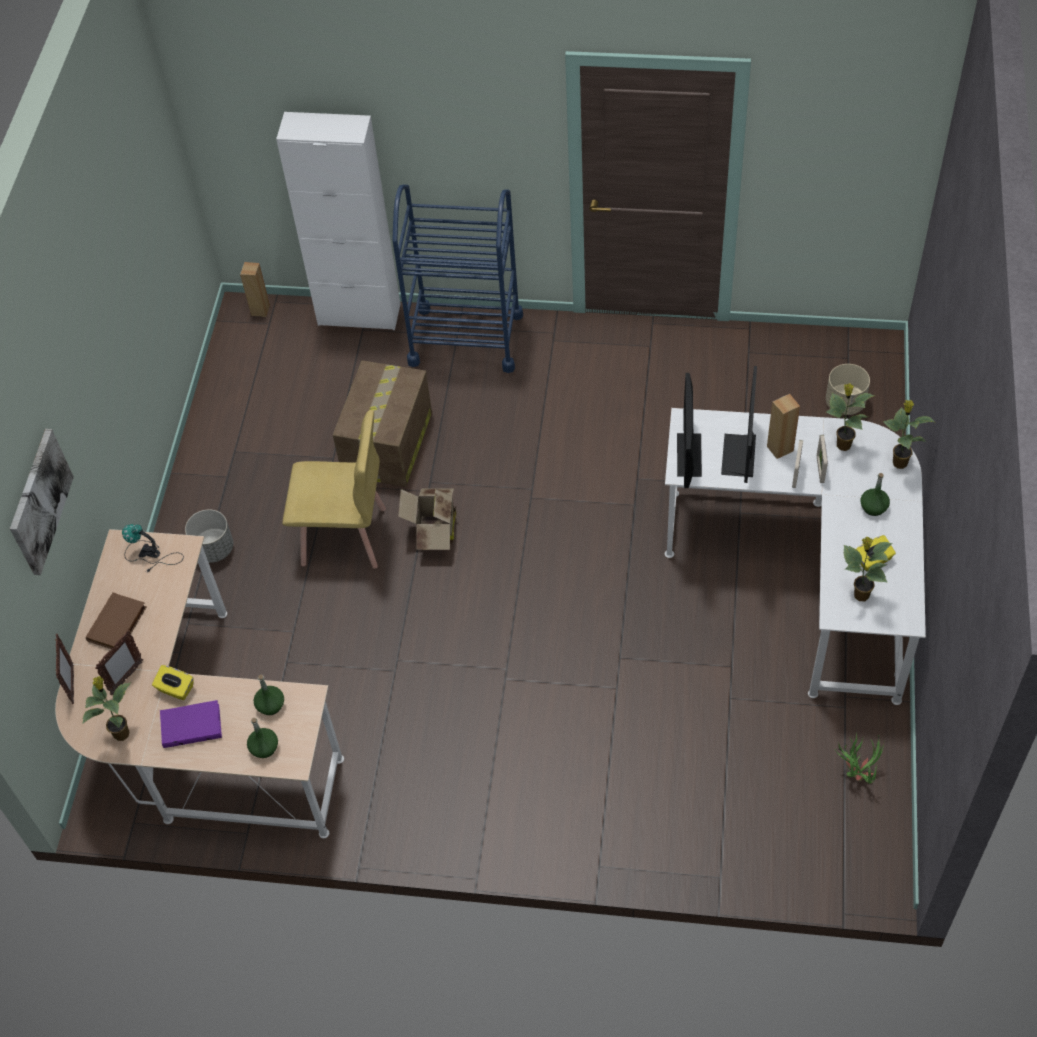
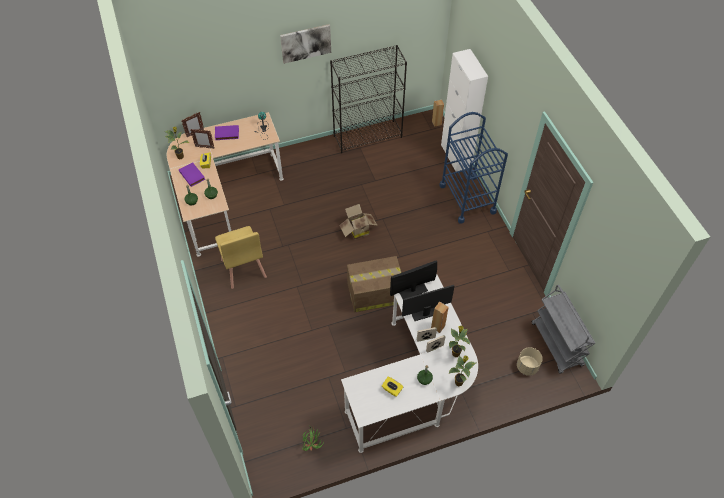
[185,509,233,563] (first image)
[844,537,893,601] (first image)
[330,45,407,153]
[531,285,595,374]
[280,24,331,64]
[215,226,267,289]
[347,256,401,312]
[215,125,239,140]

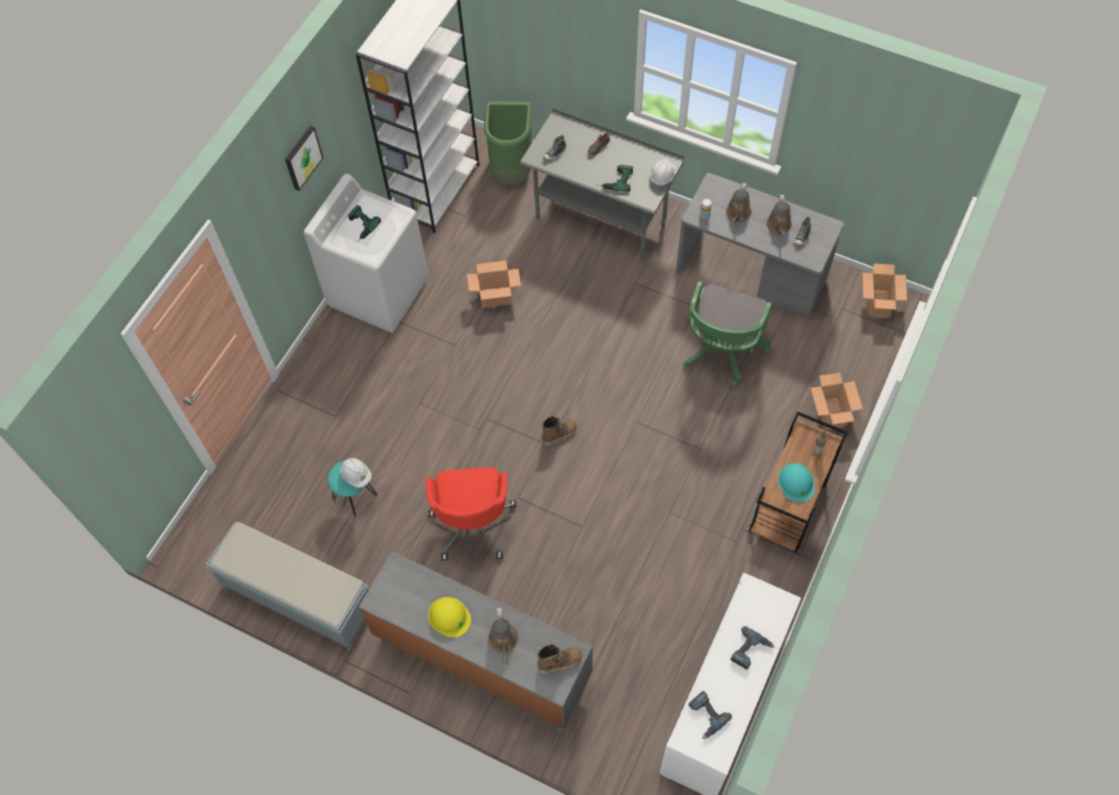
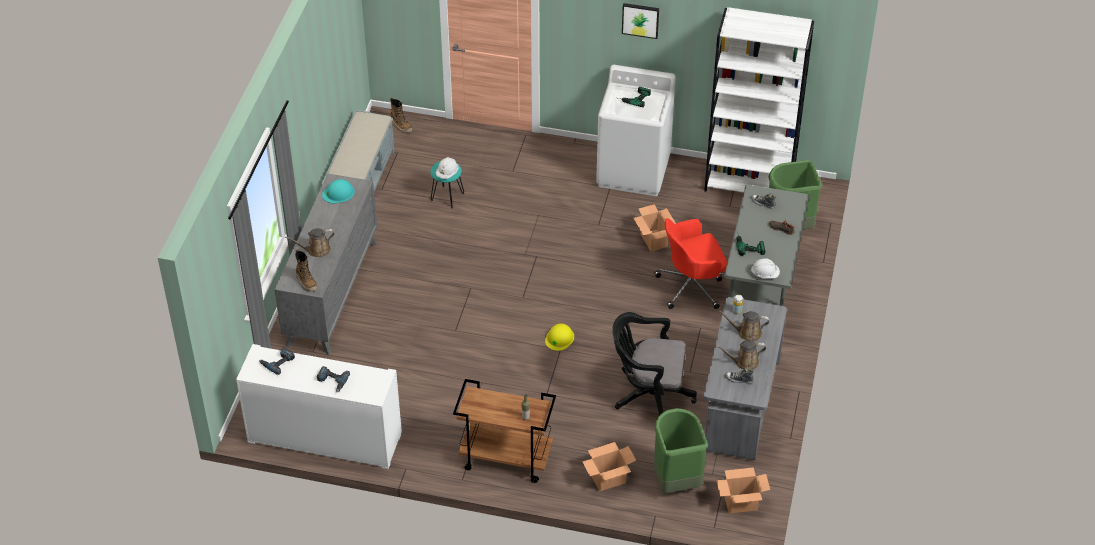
[654,408,708,493]
[654,218,727,309]
[545,324,574,351]
[390,98,412,133]
[322,179,355,203]
[612,312,697,415]

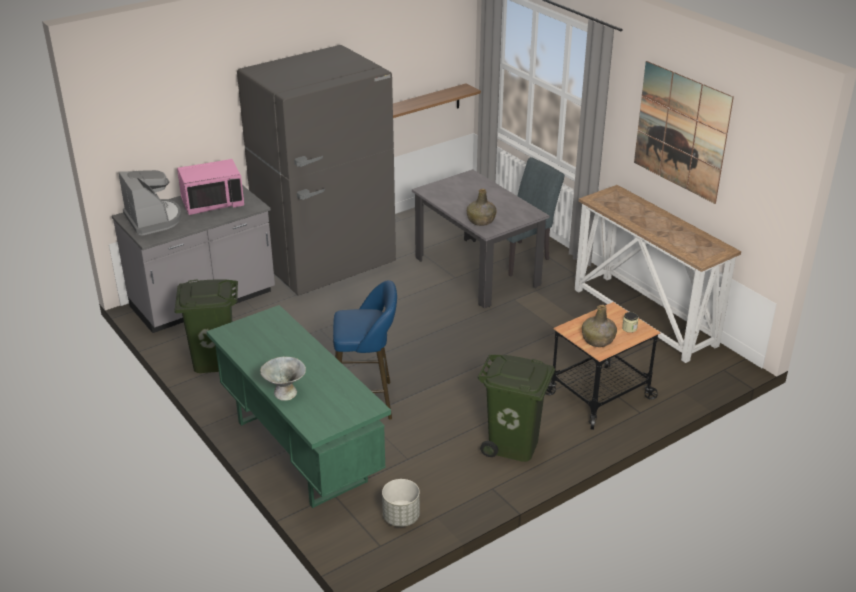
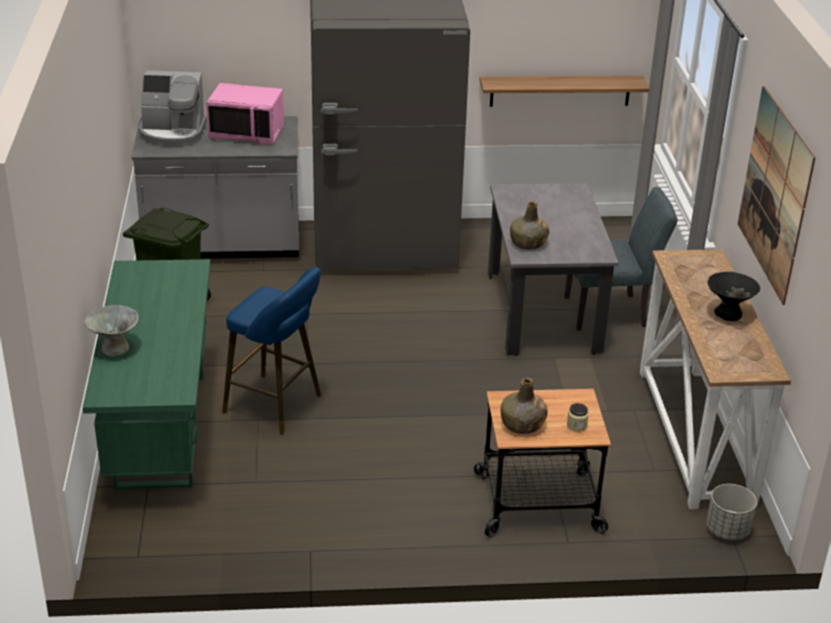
[477,355,555,462] (first image)
[707,272,760,321]
[706,484,757,540]
[139,70,207,146]

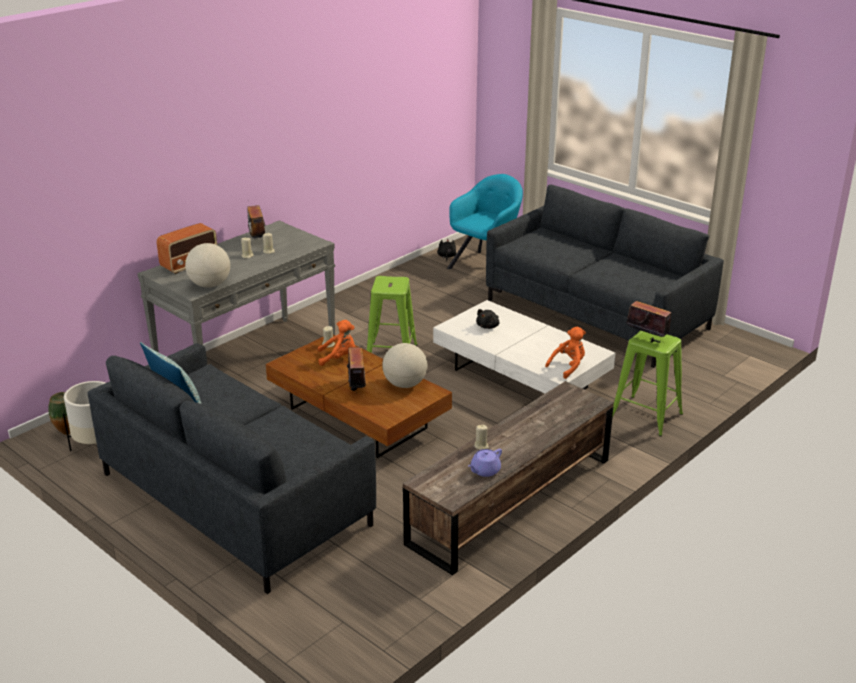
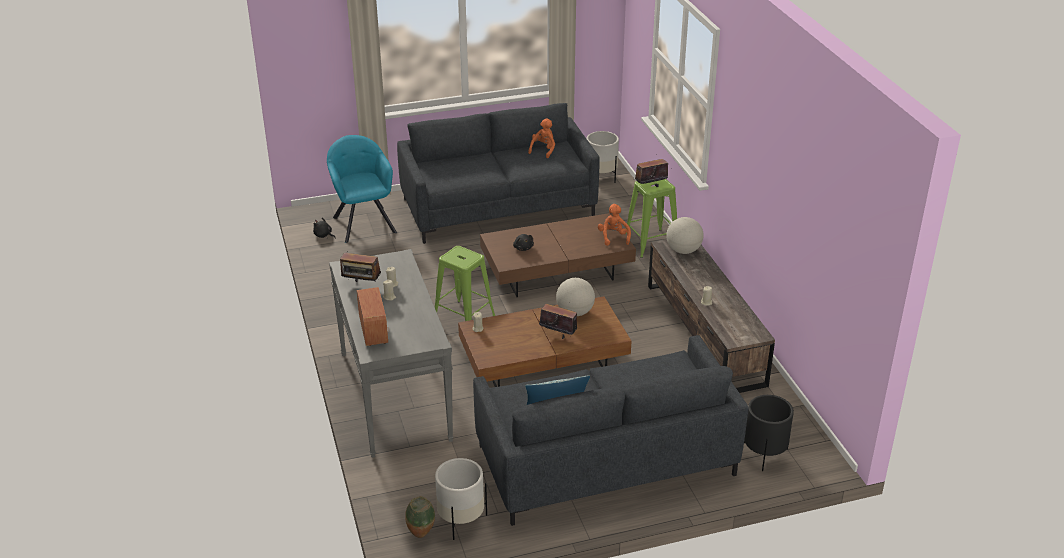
[468,449,502,477] (first image)
[587,131,619,183]
[744,395,794,471]
[666,217,704,254]
[528,118,555,159]
[480,213,636,297]

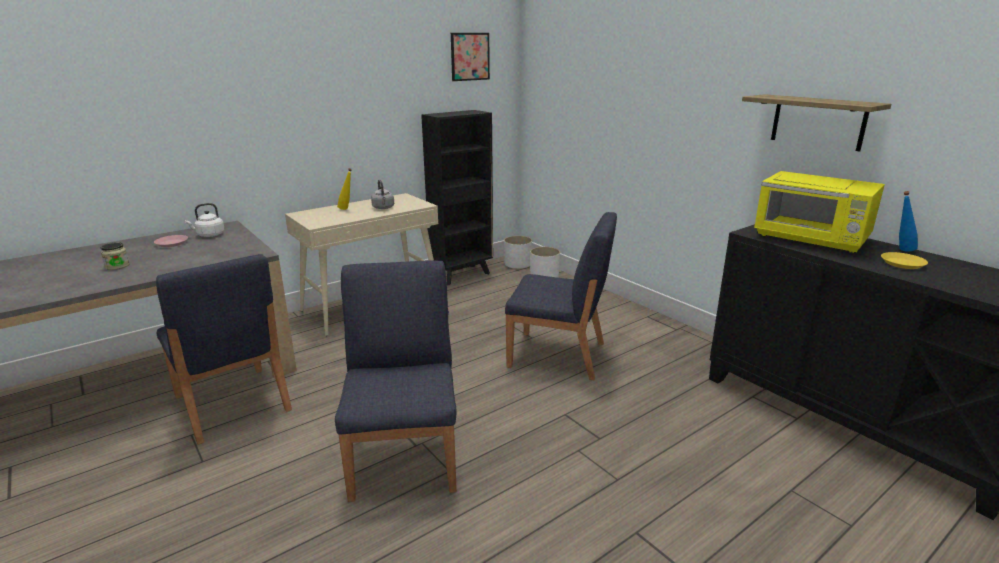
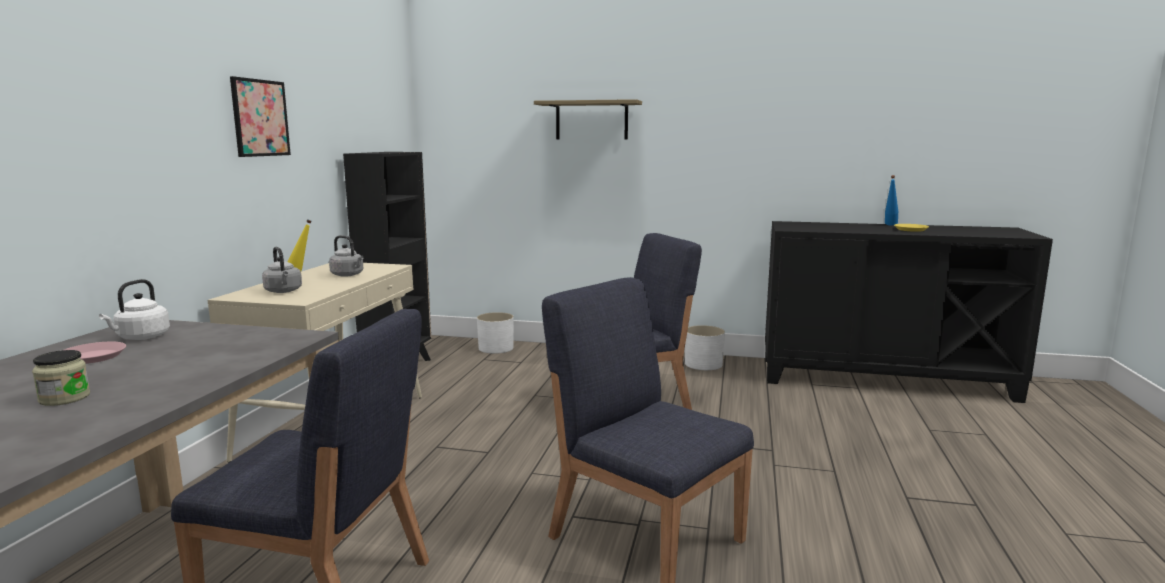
[754,171,885,253] (first image)
[262,247,302,293]
[230,76,291,157]
[685,325,725,370]
[534,99,642,140]

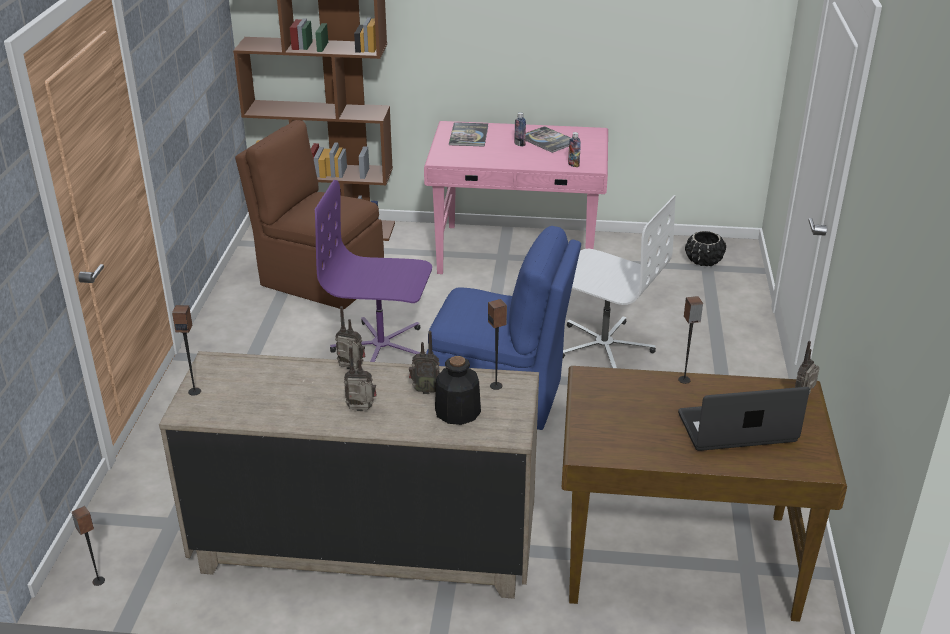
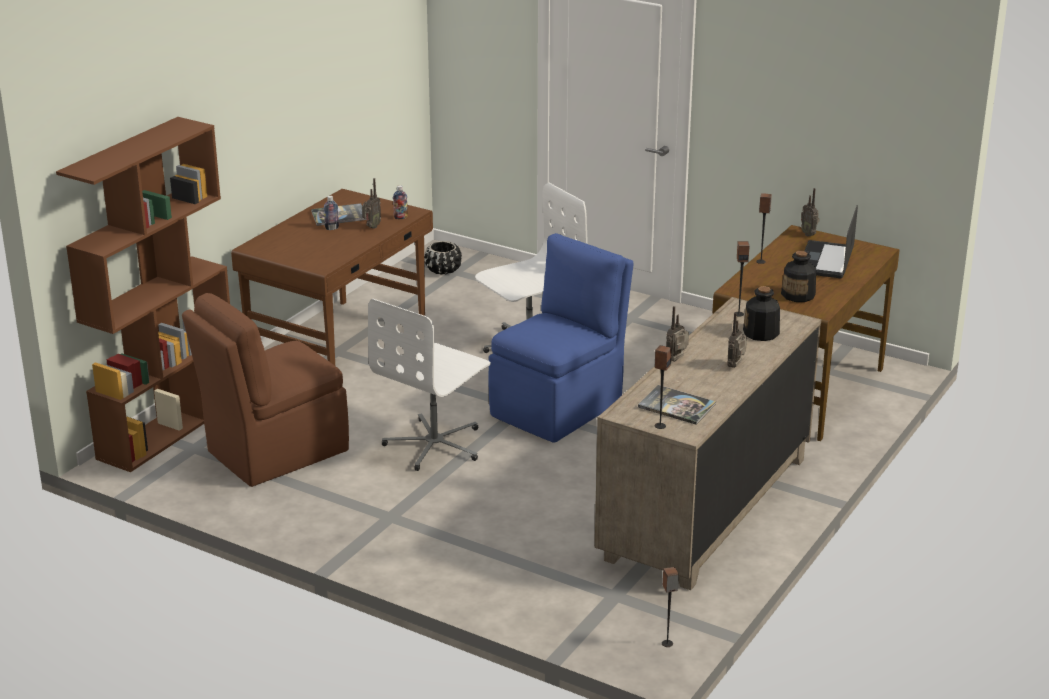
[781,251,816,302]
[362,178,381,229]
[638,385,716,425]
[368,299,491,471]
[231,189,433,365]

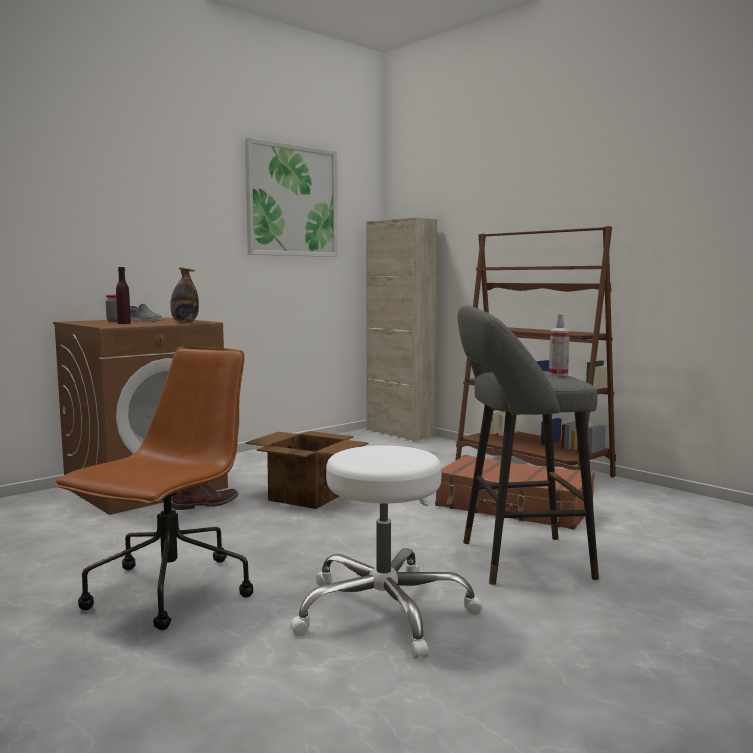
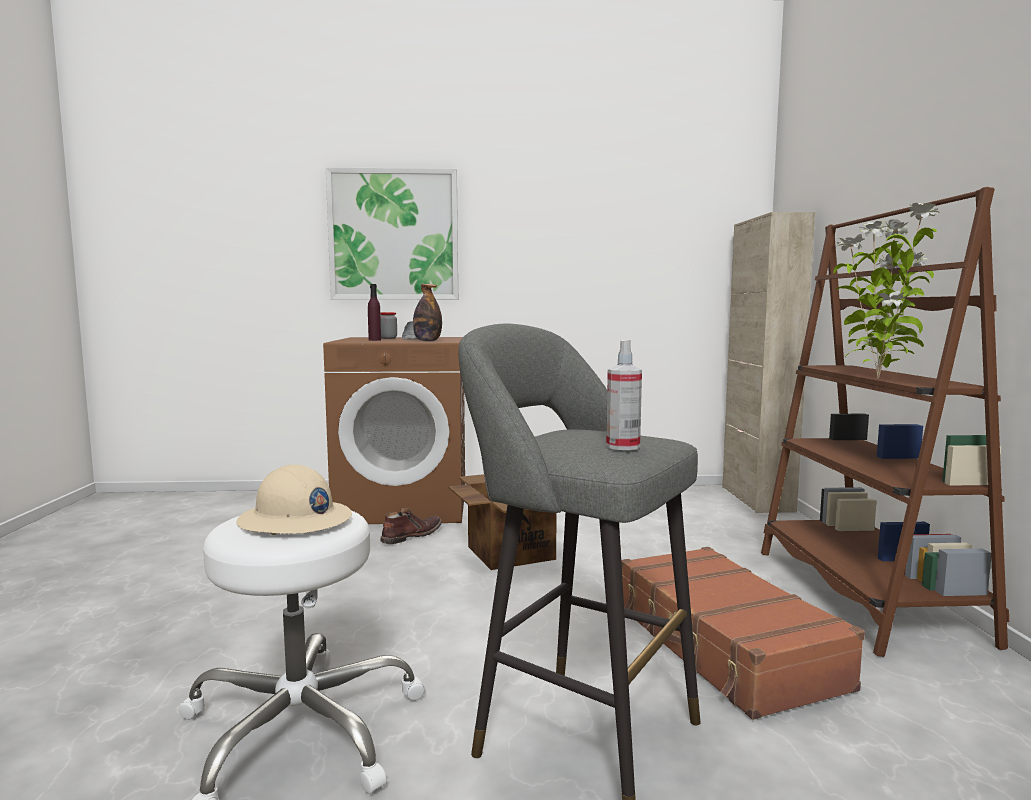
[53,346,253,630] (first image)
[236,465,352,535]
[833,203,940,379]
[326,167,458,300]
[380,508,442,544]

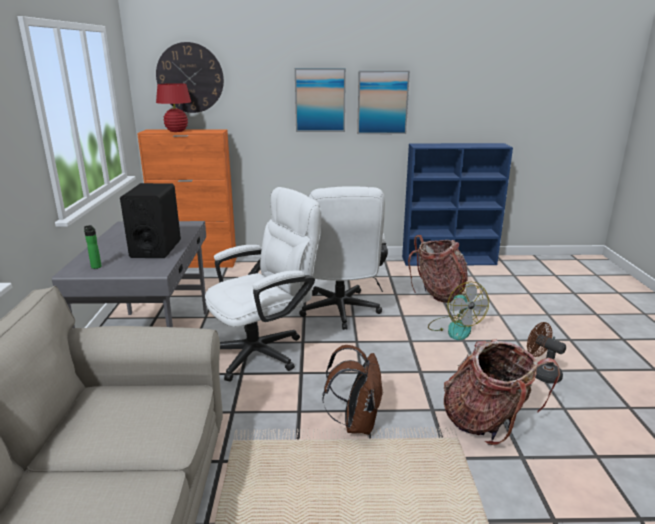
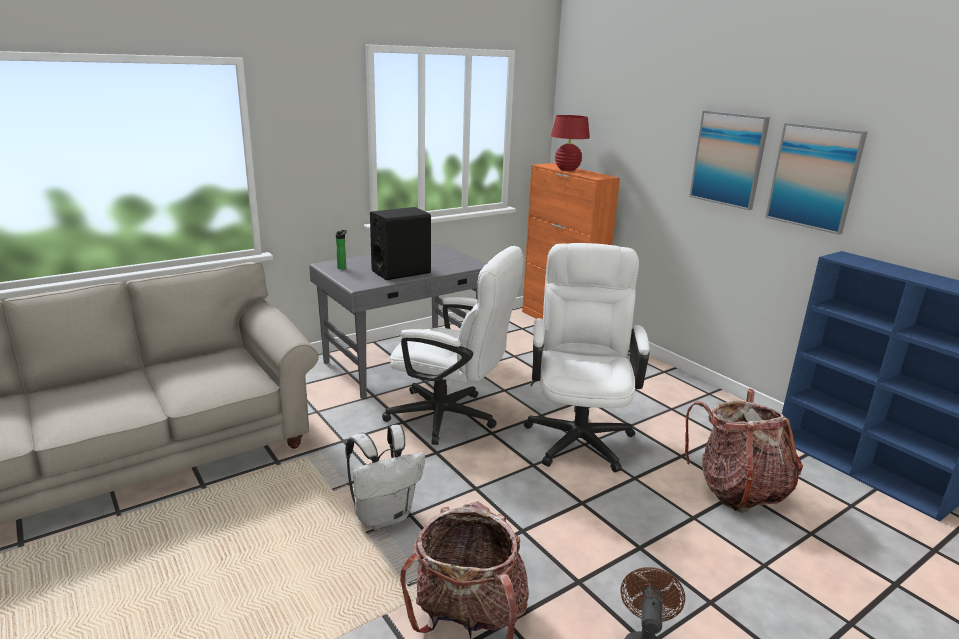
[156,42,224,113] (first image)
[428,282,489,340] (first image)
[345,425,425,530]
[524,243,650,472]

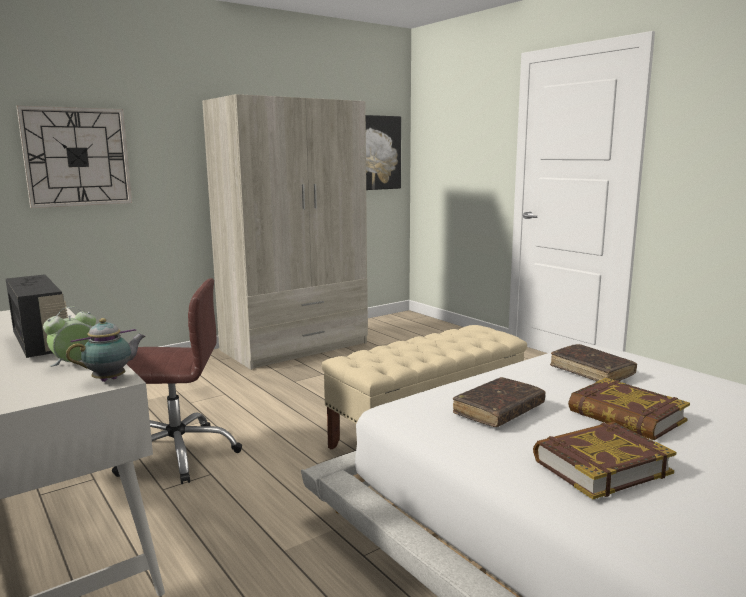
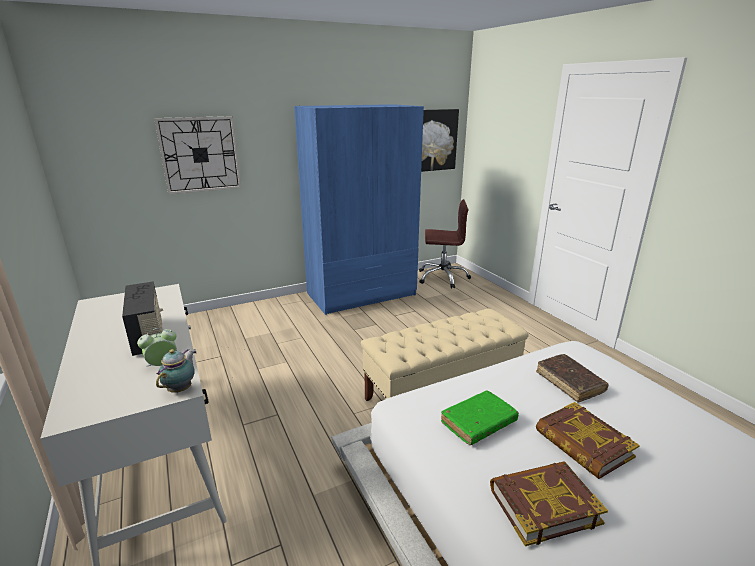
[419,199,471,288]
[294,104,424,315]
[441,390,519,445]
[156,349,195,393]

